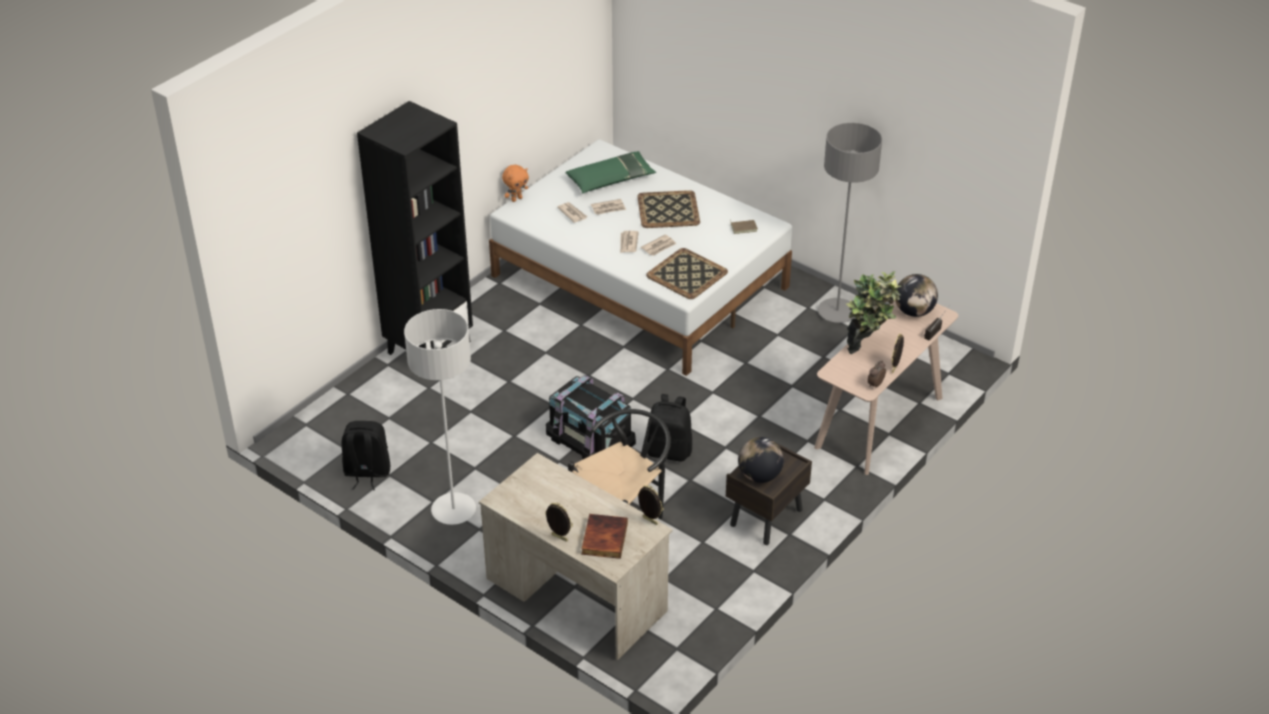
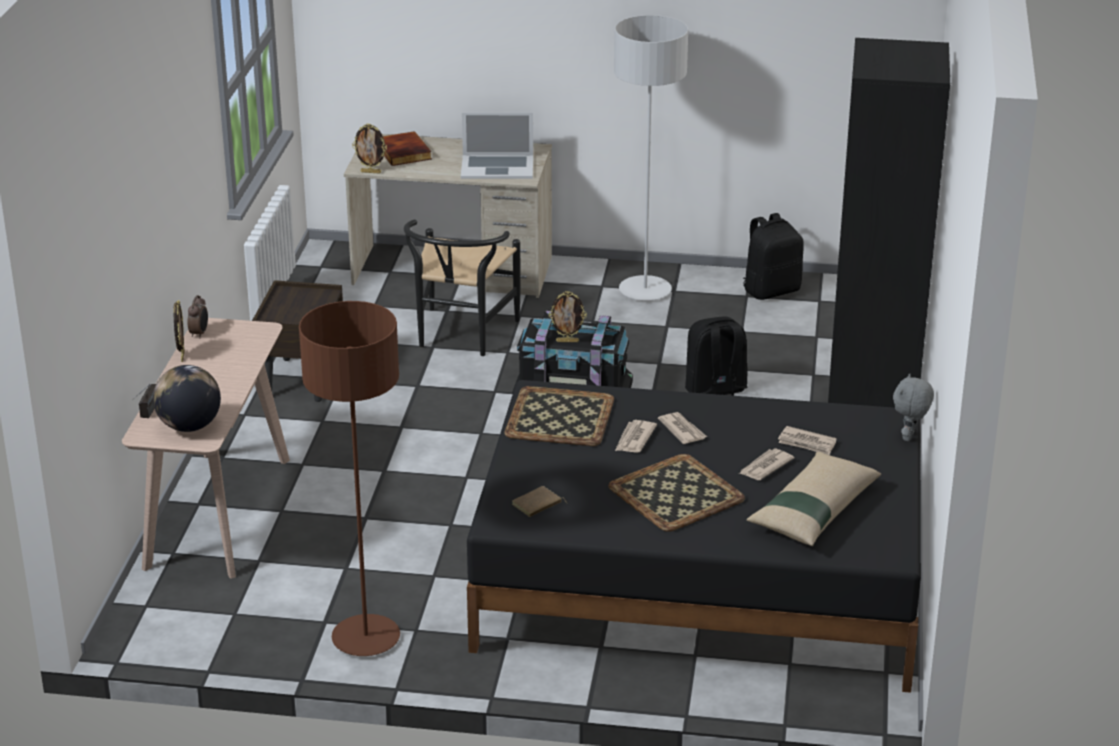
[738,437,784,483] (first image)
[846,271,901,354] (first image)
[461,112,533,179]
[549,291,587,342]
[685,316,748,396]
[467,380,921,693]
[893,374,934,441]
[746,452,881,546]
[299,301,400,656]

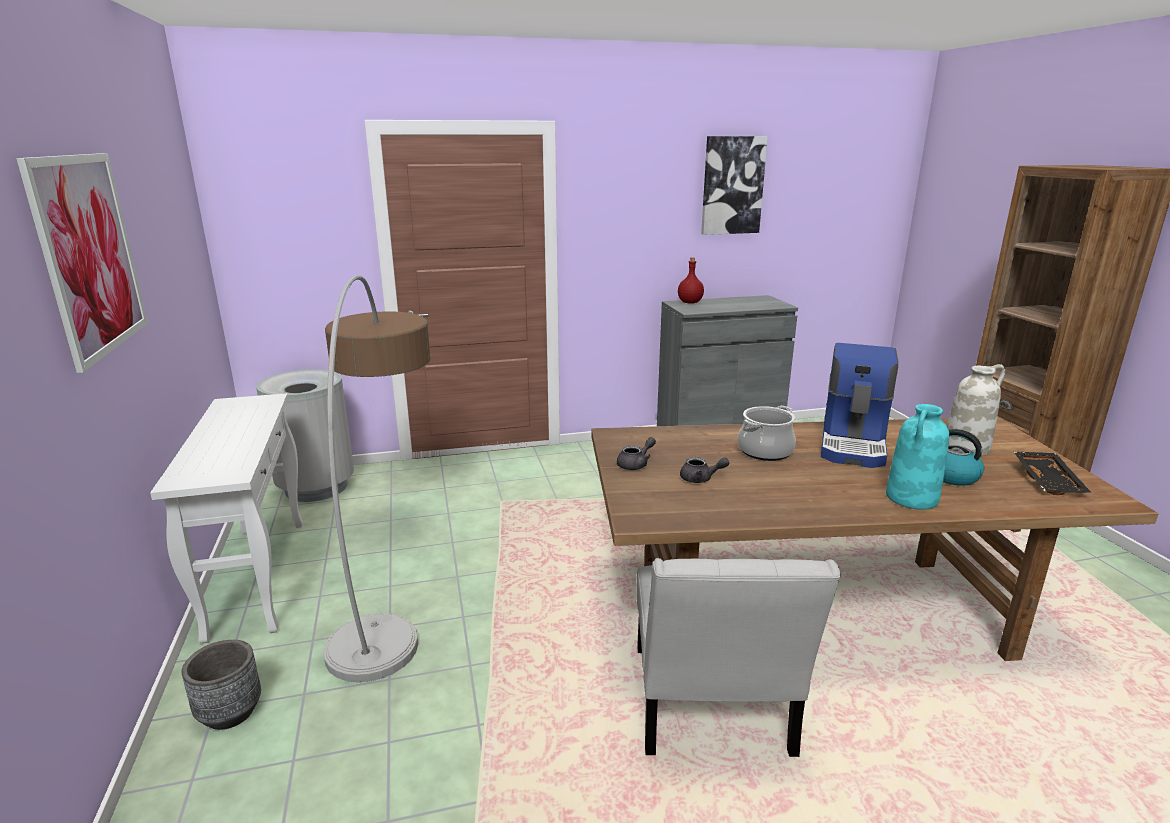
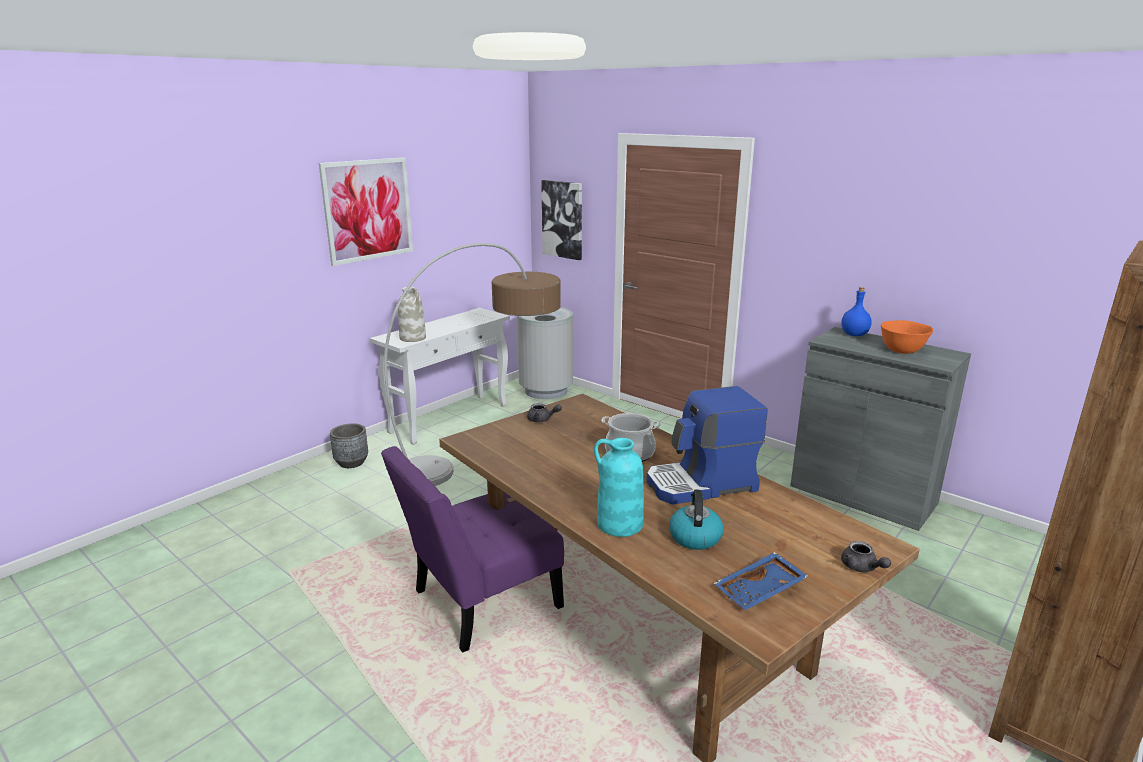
[881,320,933,354]
[841,541,891,572]
[541,180,582,260]
[398,287,426,342]
[381,446,564,653]
[841,287,872,336]
[713,552,808,610]

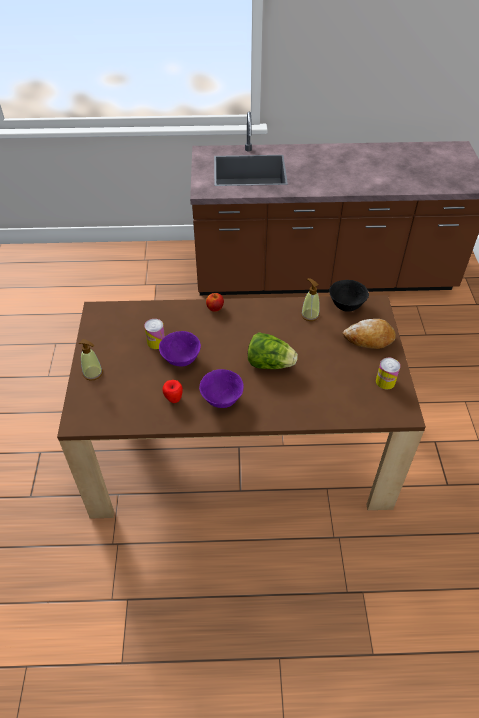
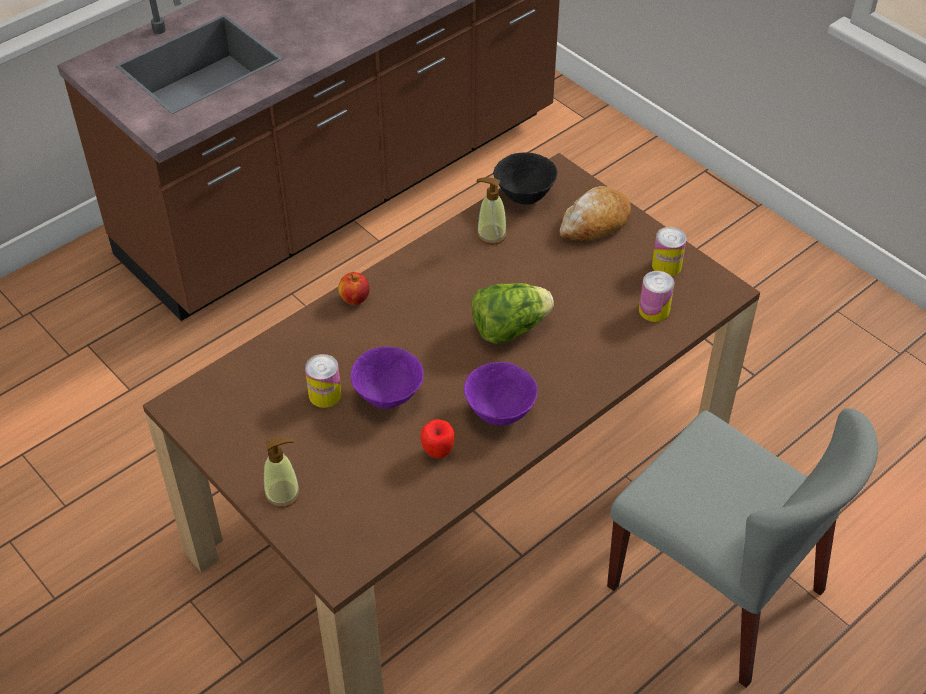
[607,408,878,688]
[639,271,674,322]

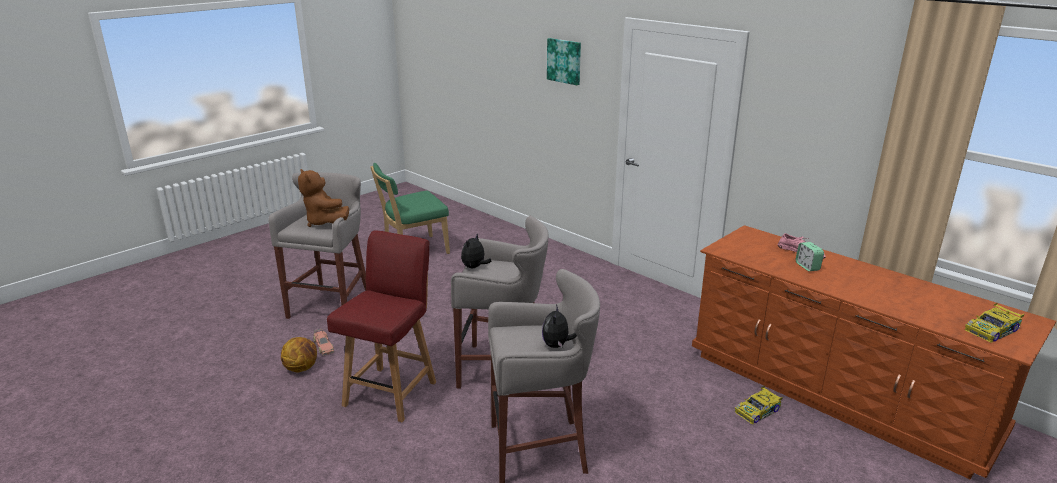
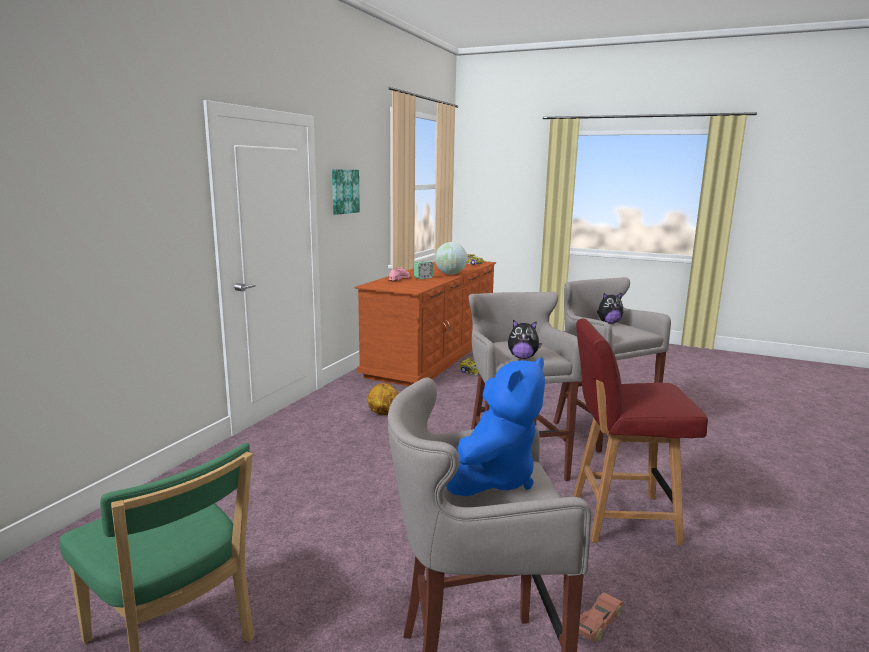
[435,242,467,275]
[367,383,398,415]
[332,169,360,215]
[446,357,545,496]

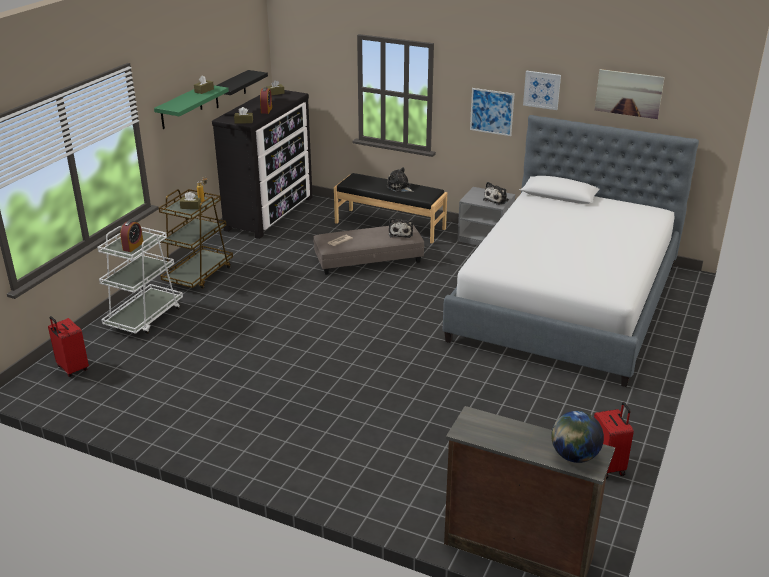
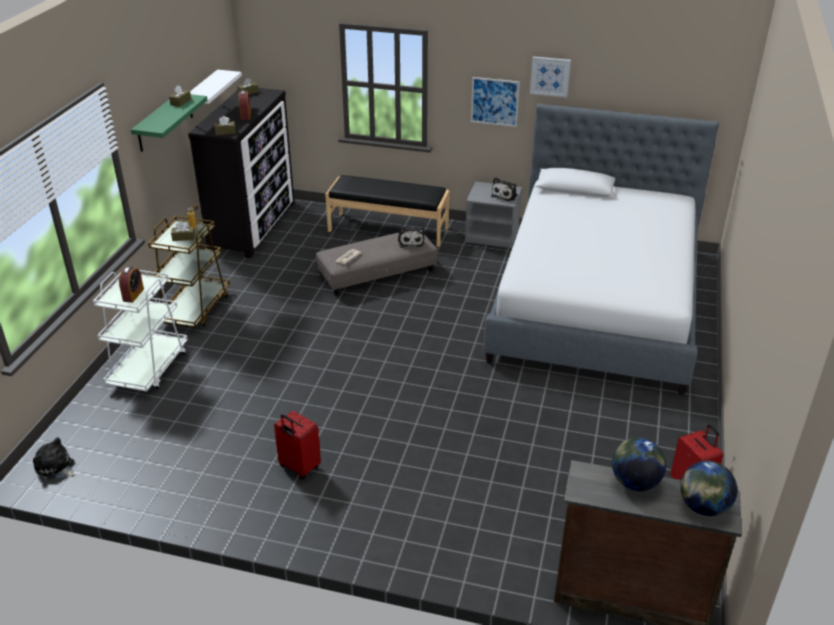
[595,69,665,119] (first image)
[612,438,666,491]
[274,411,321,479]
[33,437,75,480]
[190,69,242,118]

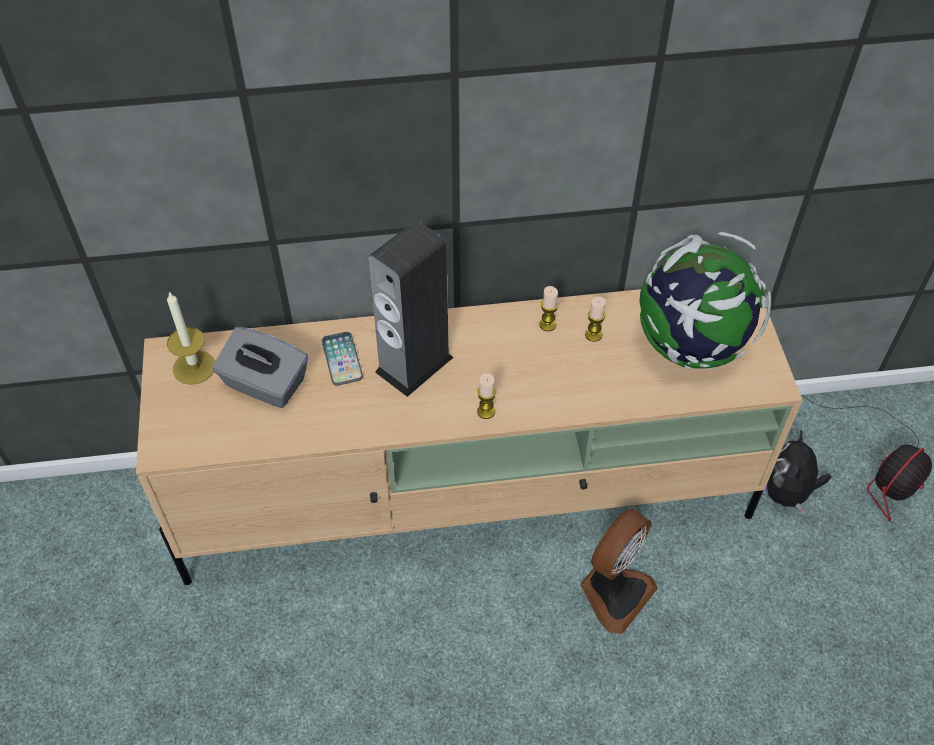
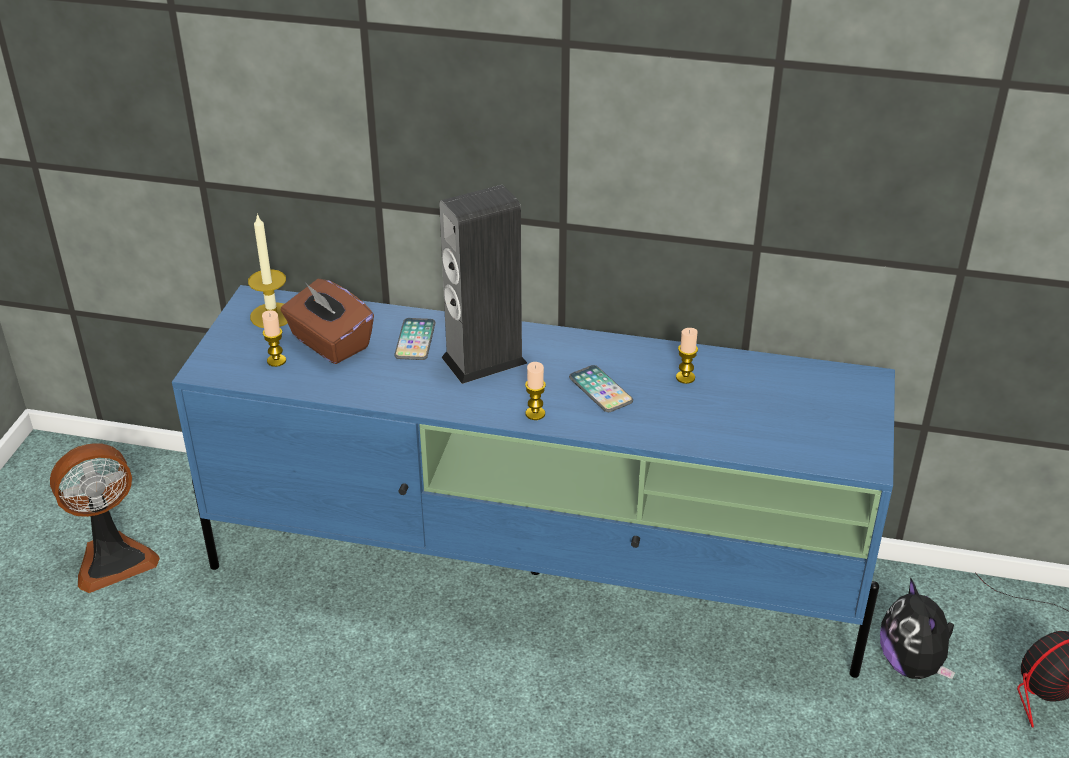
[639,232,771,370] (first image)
[569,365,633,412]
[262,310,286,367]
[50,443,160,593]
[172,285,895,678]
[281,279,374,364]
[880,577,956,679]

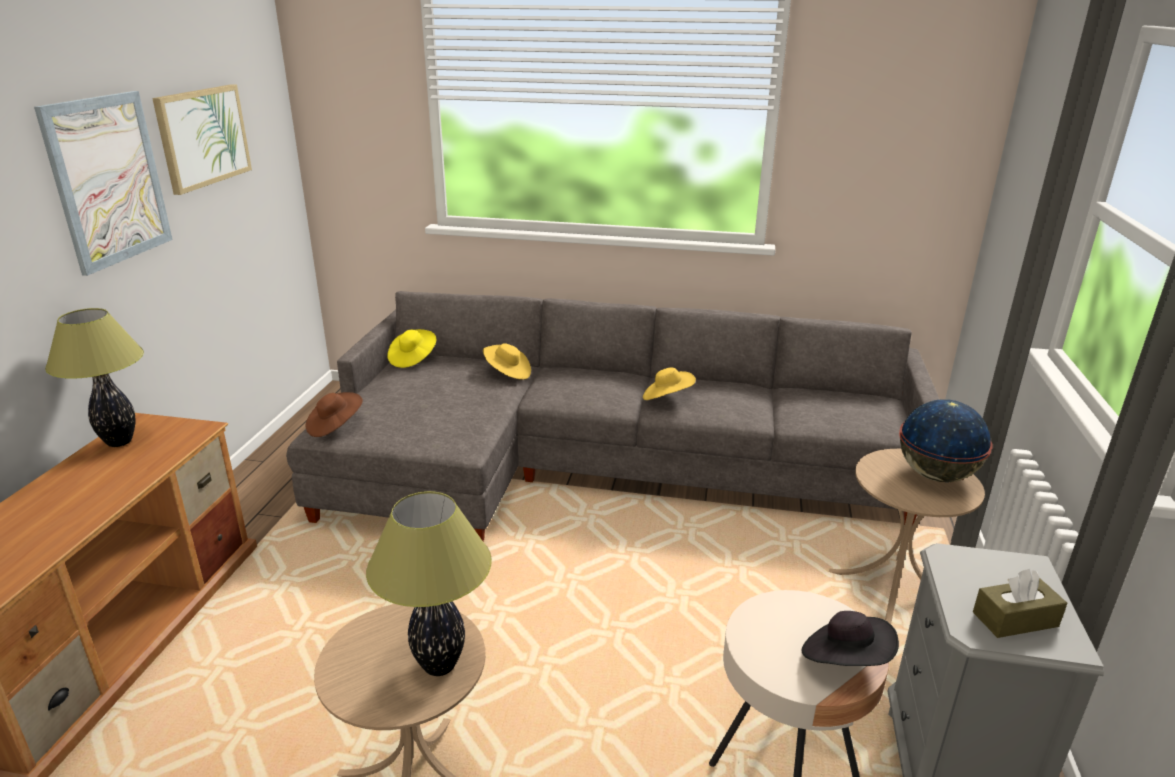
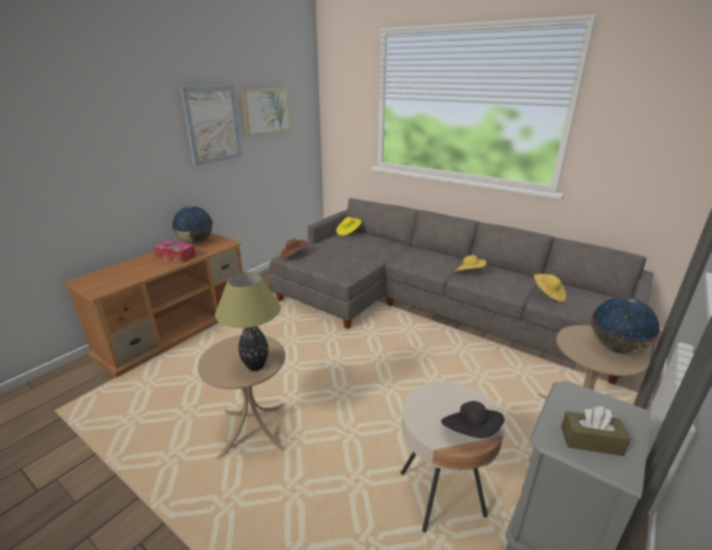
[153,241,196,263]
[534,274,566,302]
[172,206,213,244]

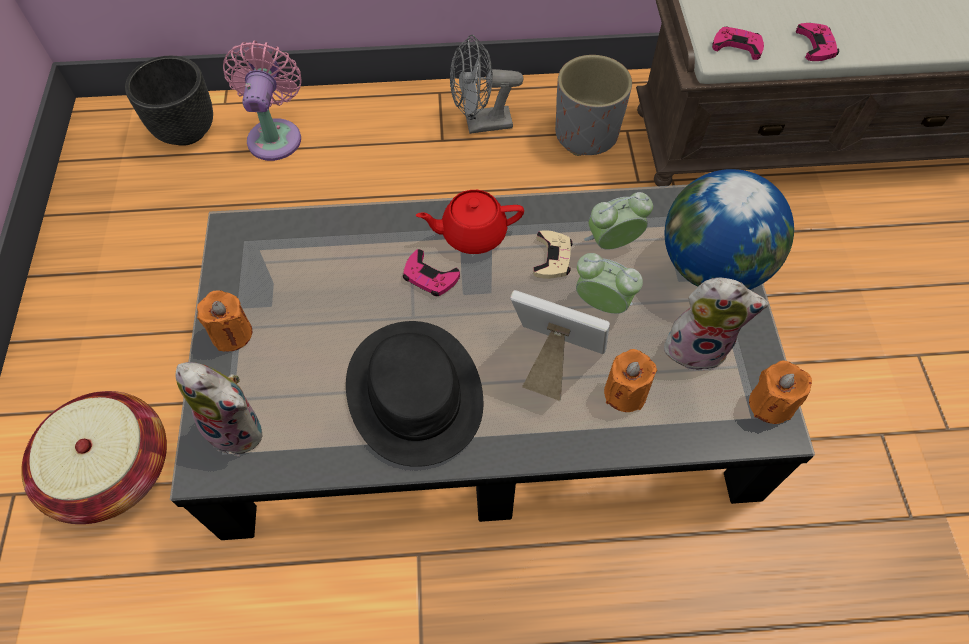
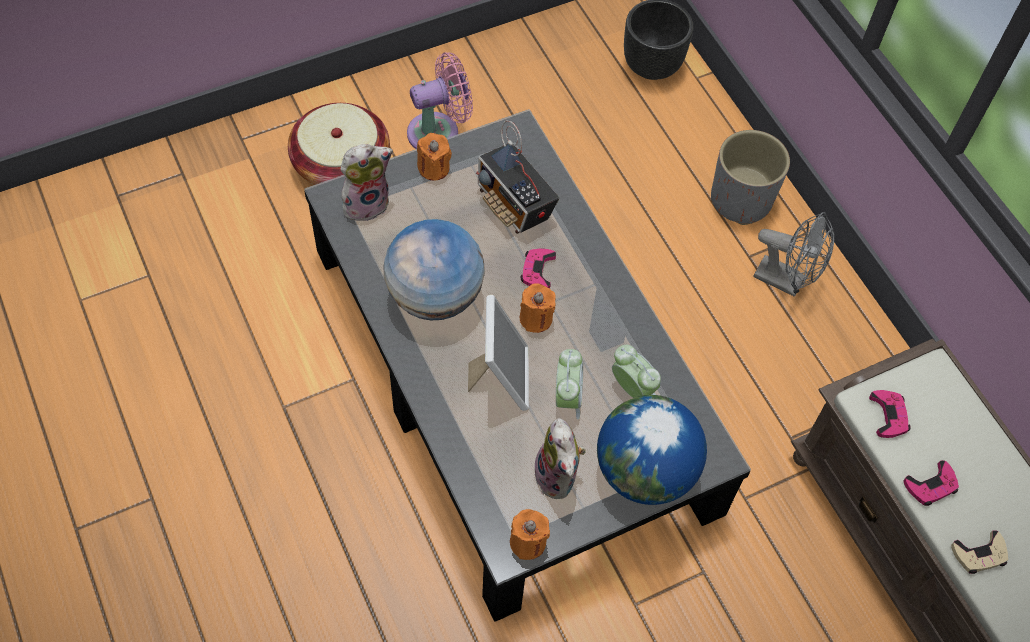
[416,190,524,254] (first image)
[476,120,559,234]
[407,52,473,149]
[951,530,1008,574]
[711,130,790,225]
[520,283,556,333]
[384,219,485,320]
[340,144,393,221]
[754,212,834,297]

